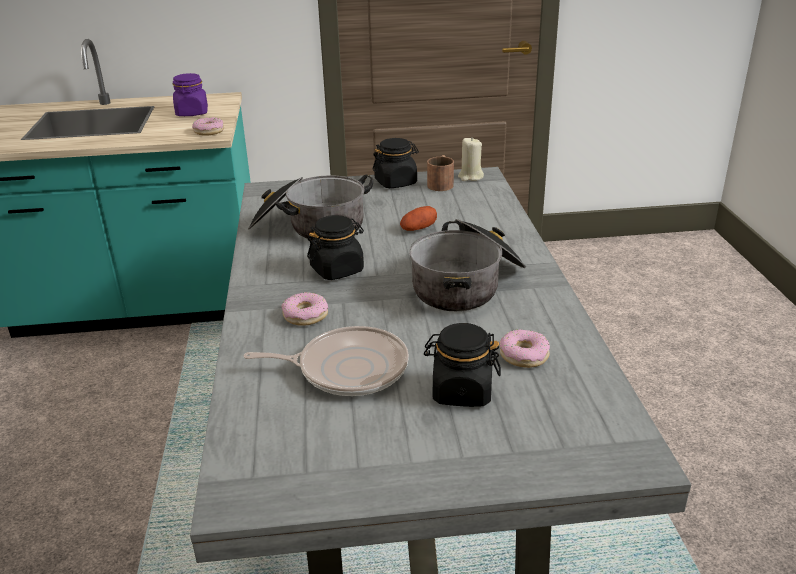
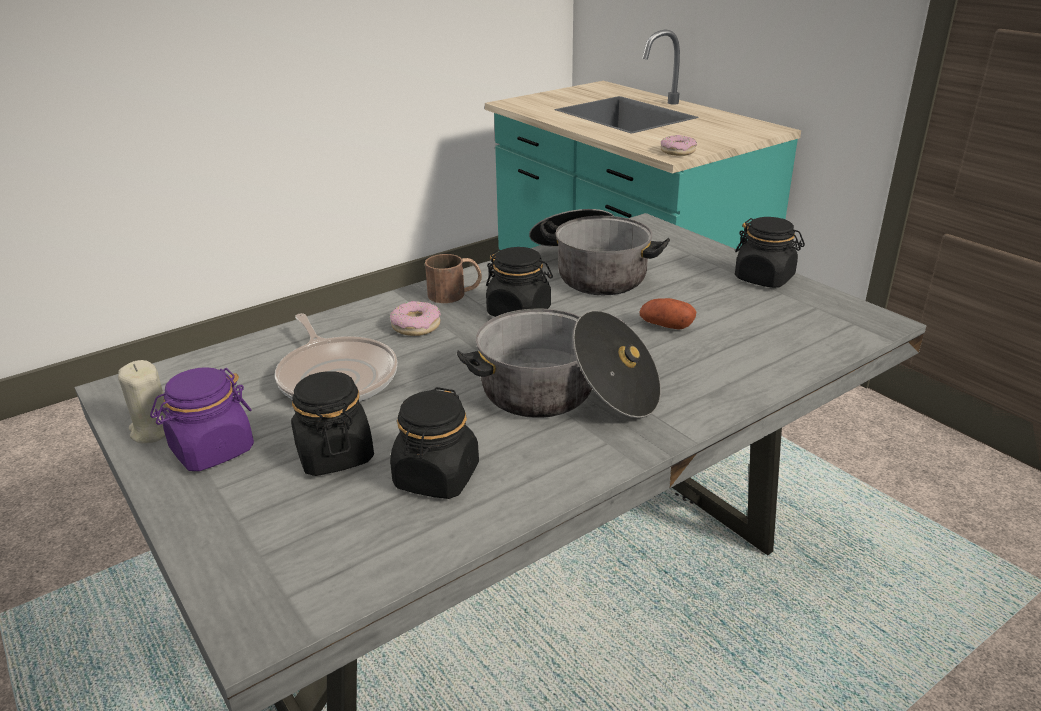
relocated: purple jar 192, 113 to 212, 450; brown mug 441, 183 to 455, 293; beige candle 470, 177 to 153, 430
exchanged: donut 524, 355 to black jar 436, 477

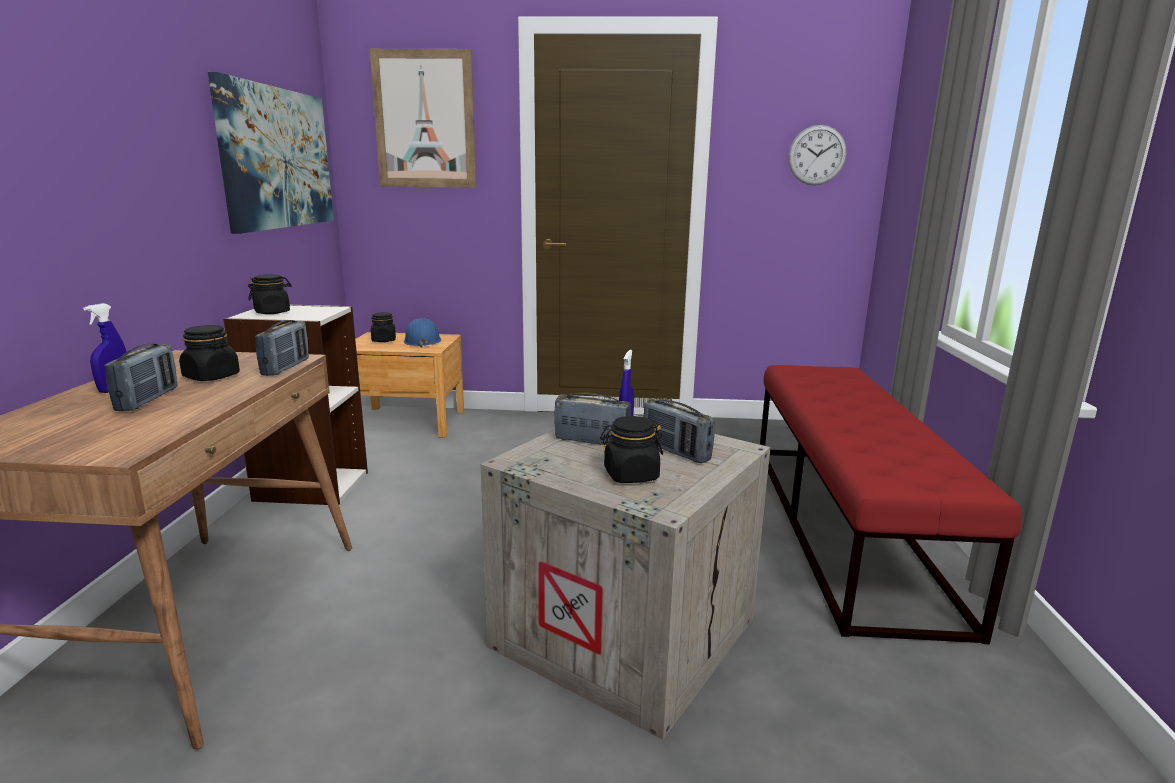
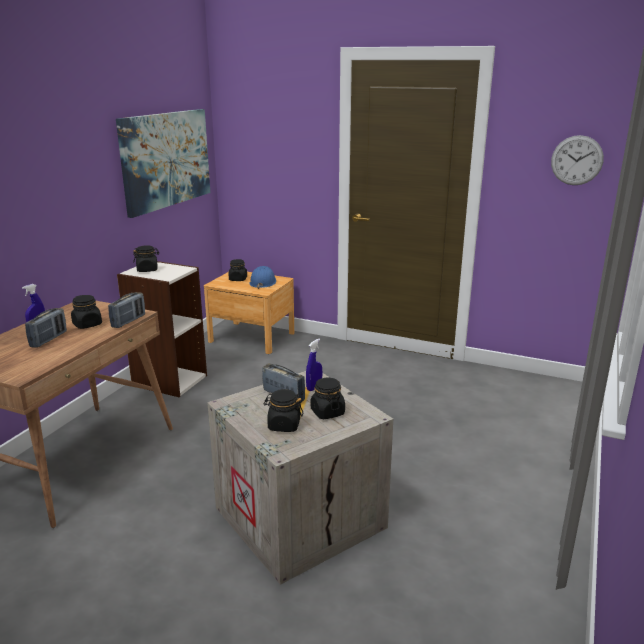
missing: picture 424, 120; red bench 845, 525
exchanged: radio 675, 452 to black jar 327, 412

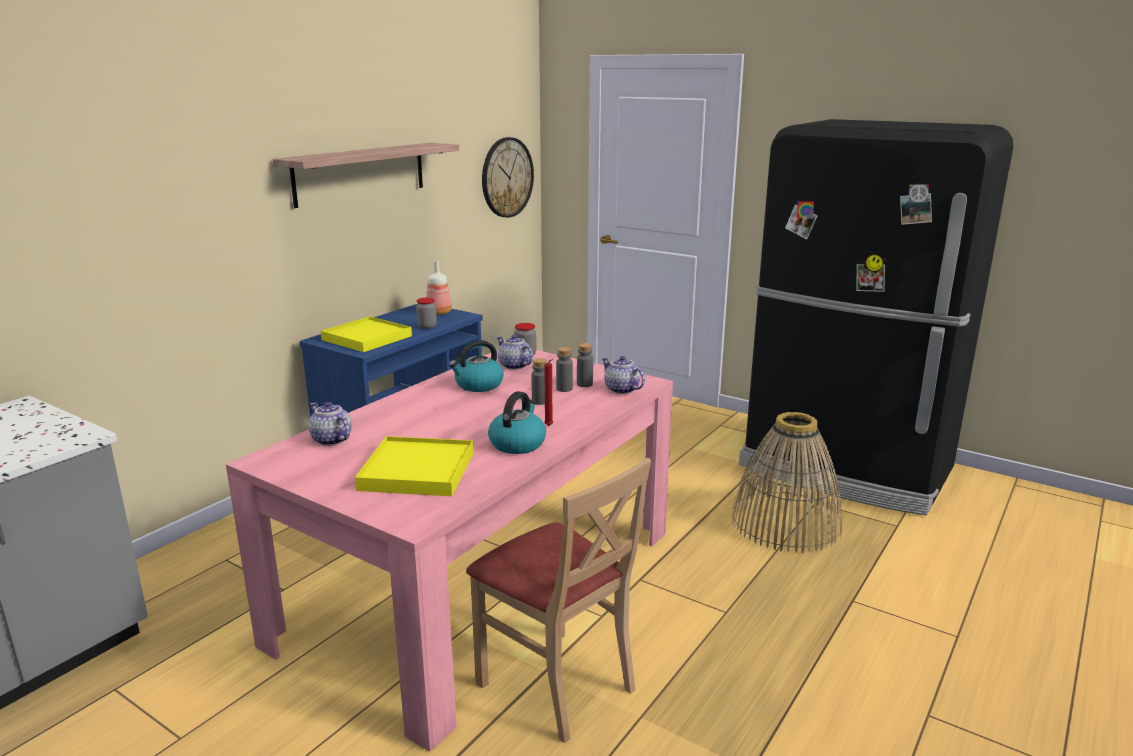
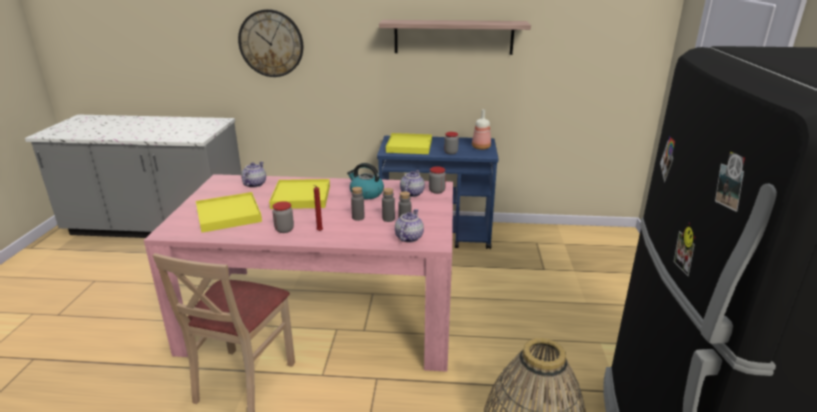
appeared: yellow tray 301, 197
relocated: wall clock 507, 177 to 271, 43
exchanged: kettle 517, 443 to jar 284, 229

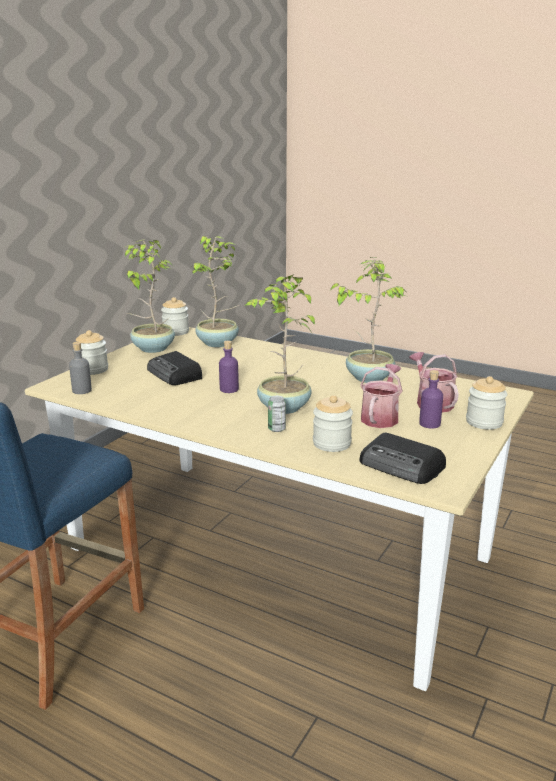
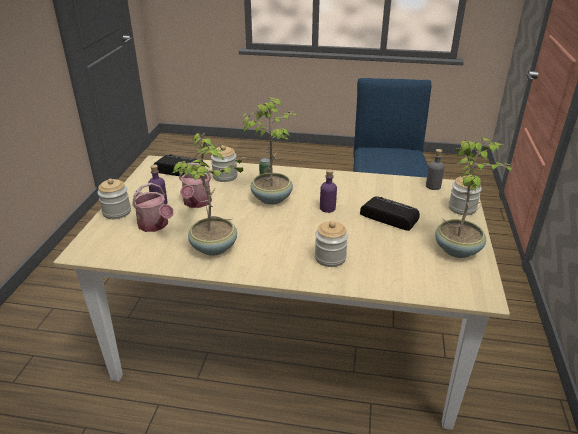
missing: potted plant 218, 343
relocated: jar 176, 332 to 330, 258

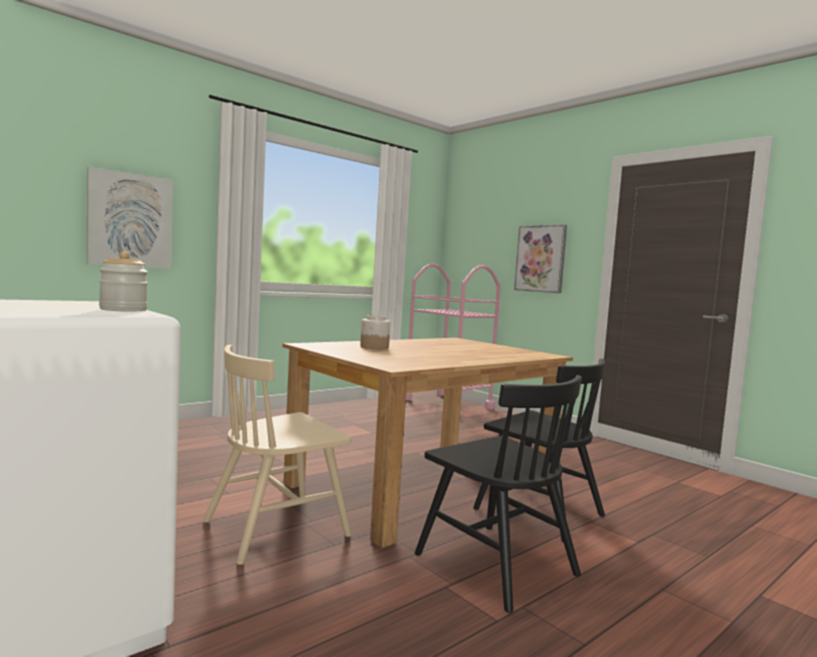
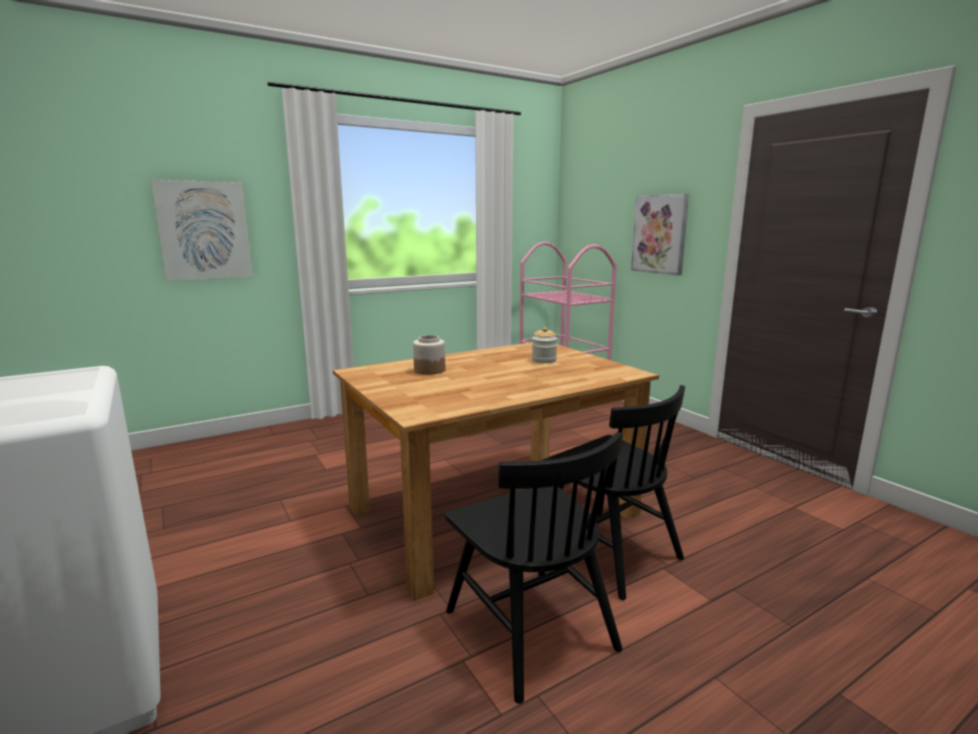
missing: beige chair 276, 528
relocated: jar 123, 310 to 544, 360

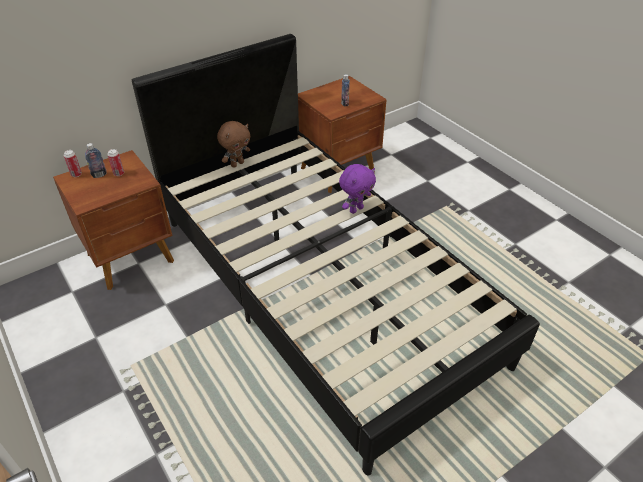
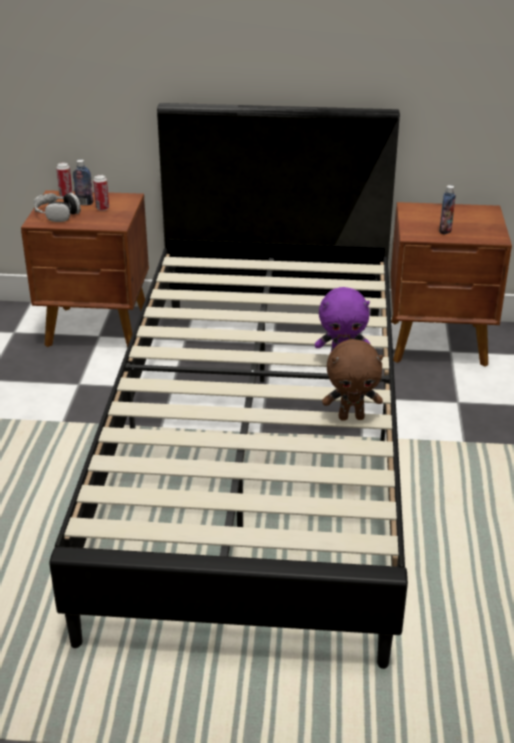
appeared: headphones 57, 214
relocated: brown plush toy 237, 164 to 351, 417

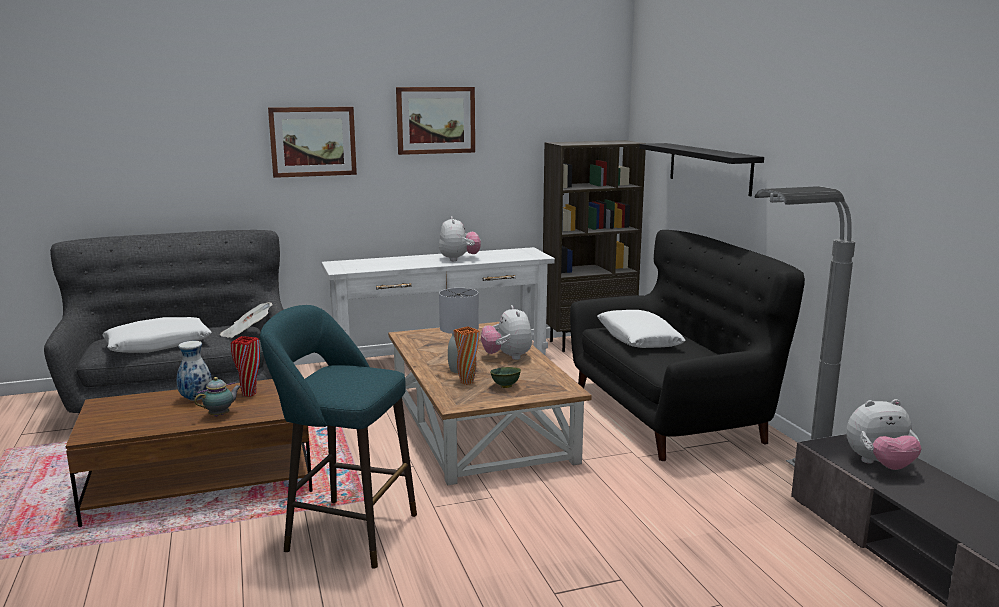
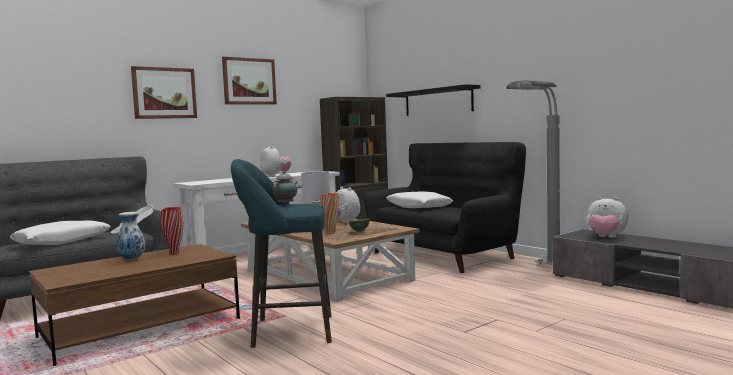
relocated: teapot 221, 415 to 286, 204
spun: plush toy 879, 465 = 606, 237 60 degrees clockwise

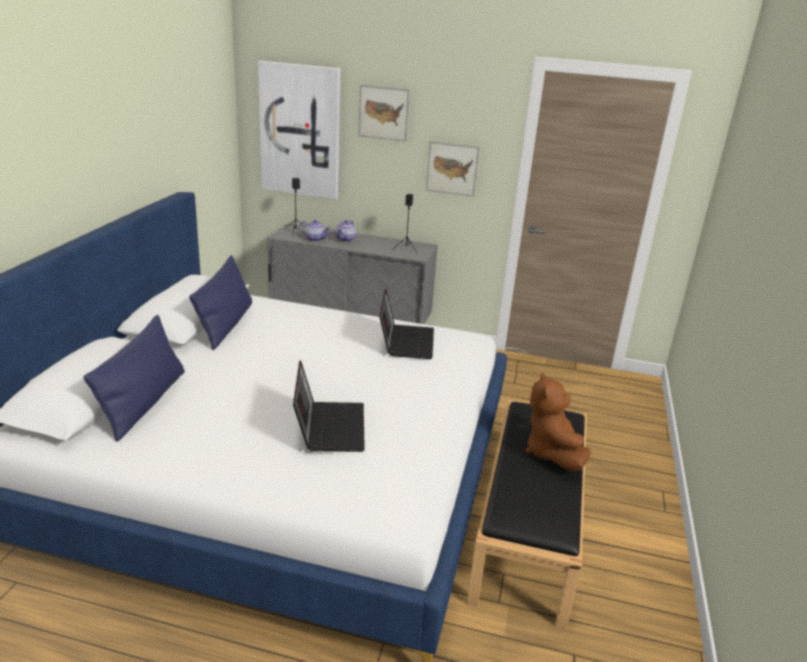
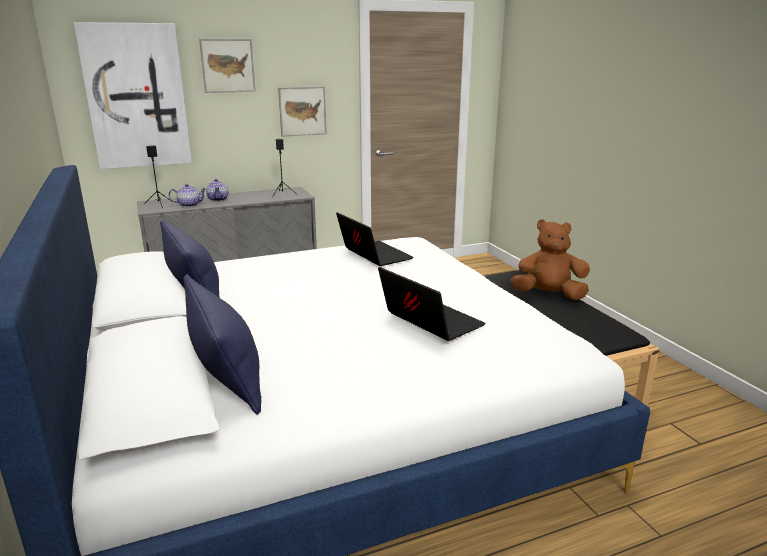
spun: brown plush toy 551, 453 = 548, 295 135 degrees clockwise

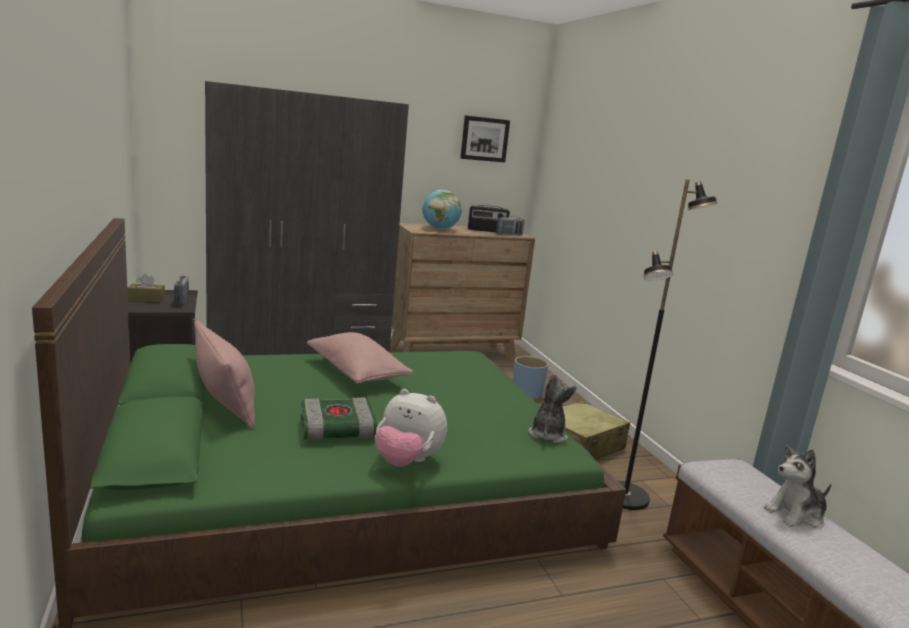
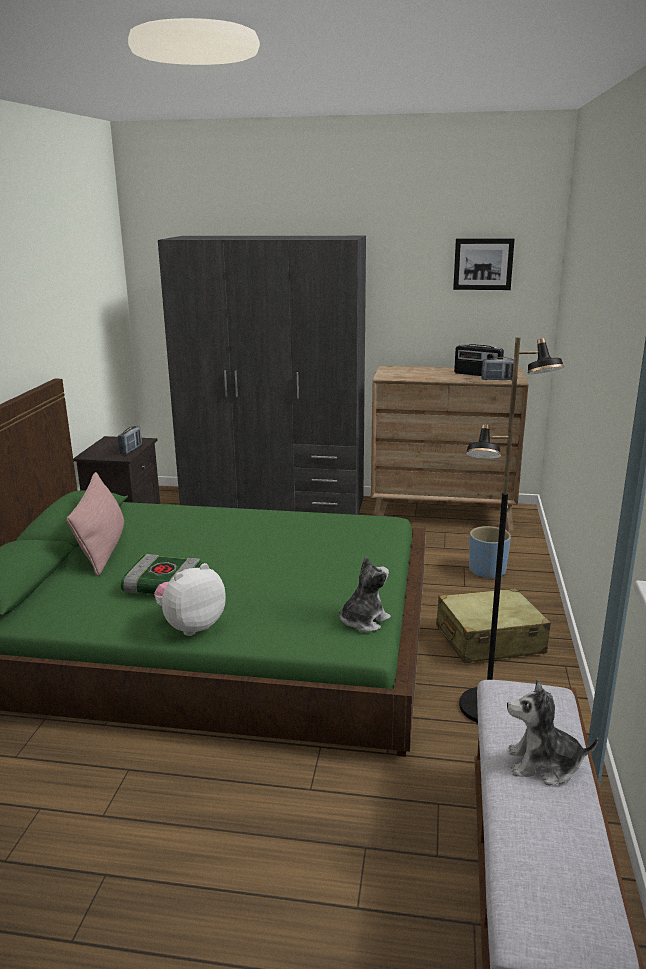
missing: brown tissue box 146, 299; pink pillow 356, 373; globe 440, 229
spun: plush toy 407, 461 = 191, 626 90 degrees clockwise

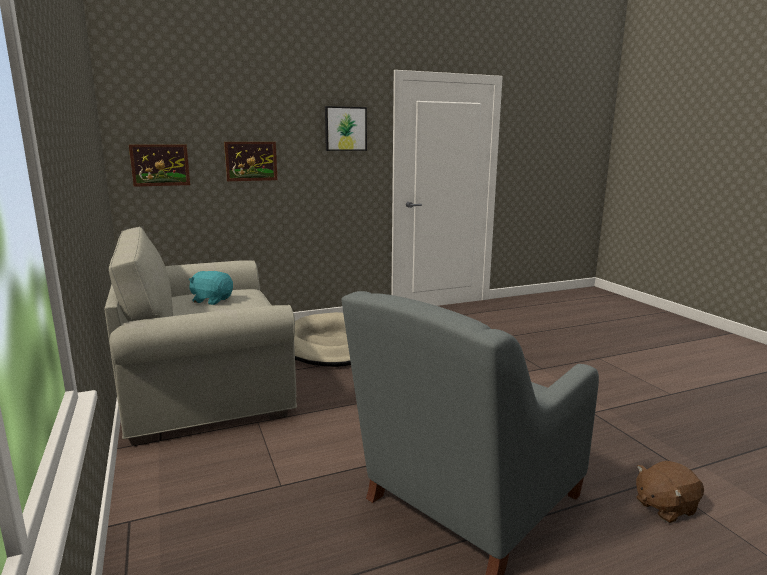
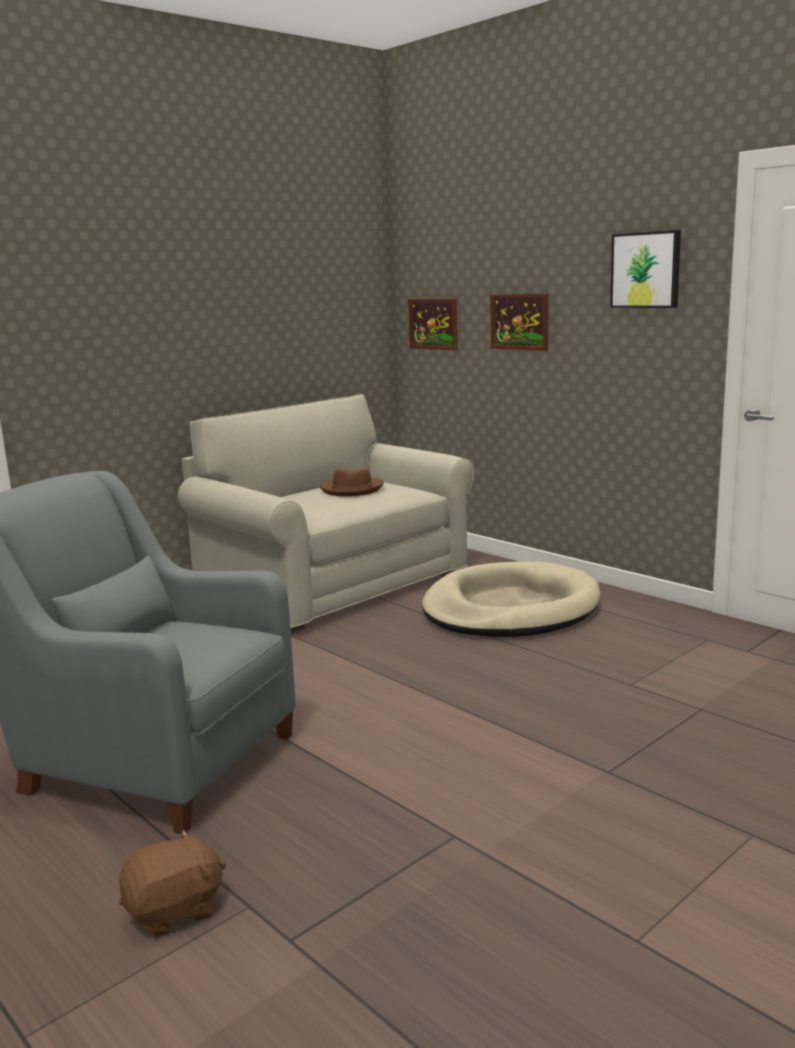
exchanged: turquoise plush toy 212, 300 to brown hat 351, 489
spun: brown plush toy 664, 507 = 174, 911 105 degrees clockwise

